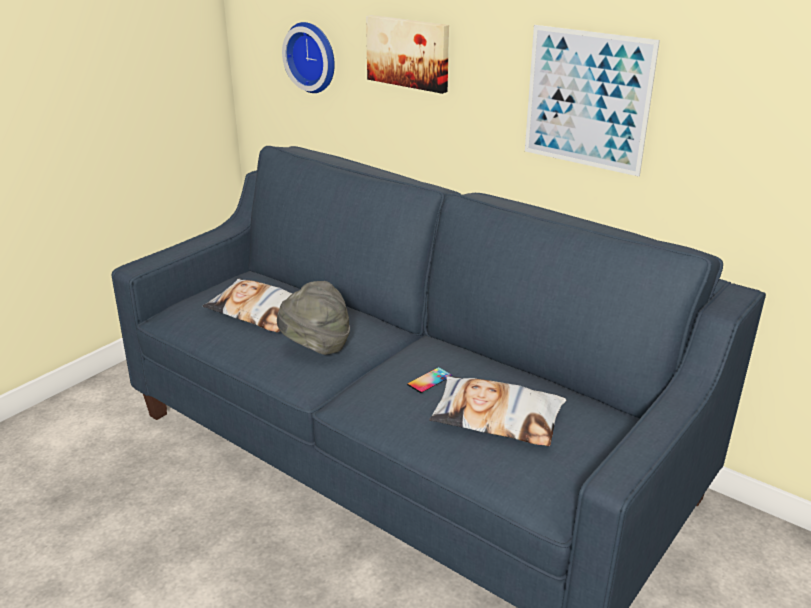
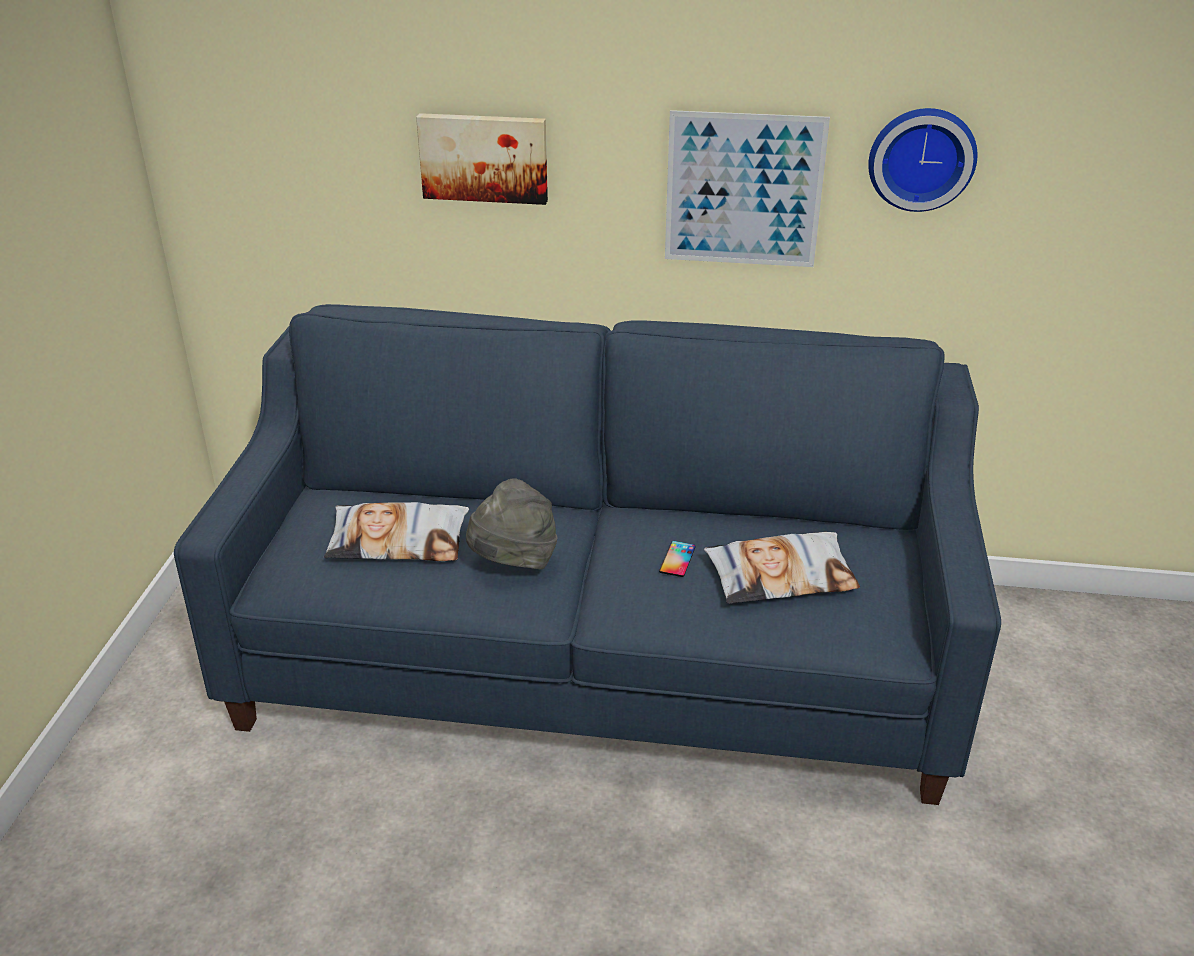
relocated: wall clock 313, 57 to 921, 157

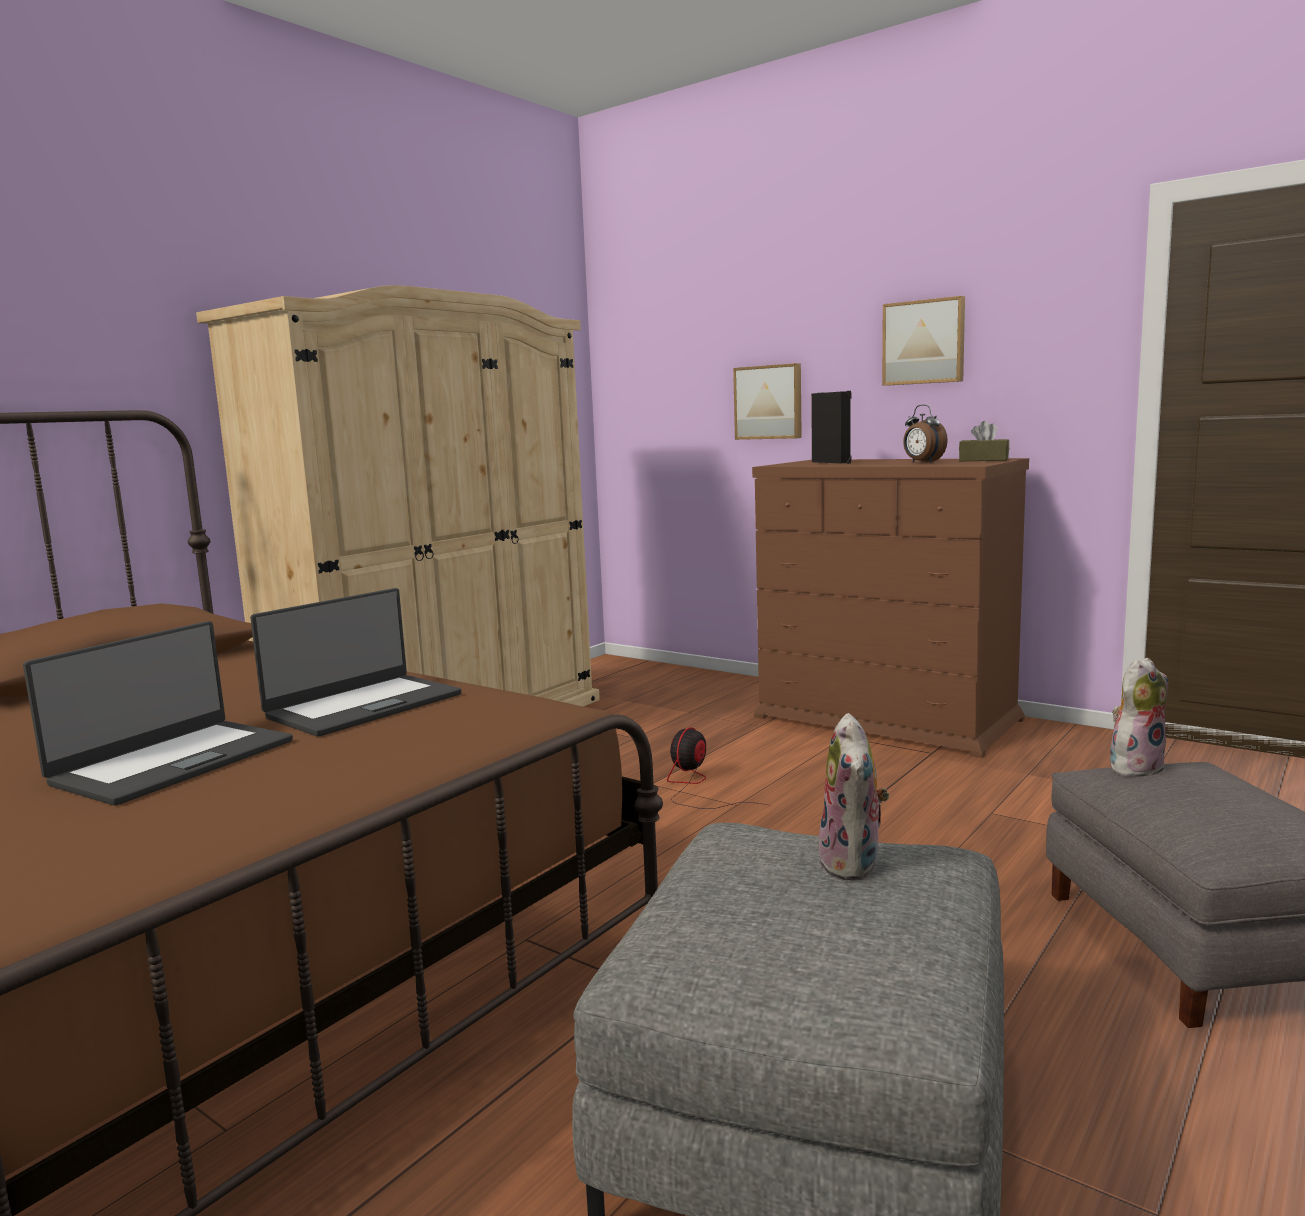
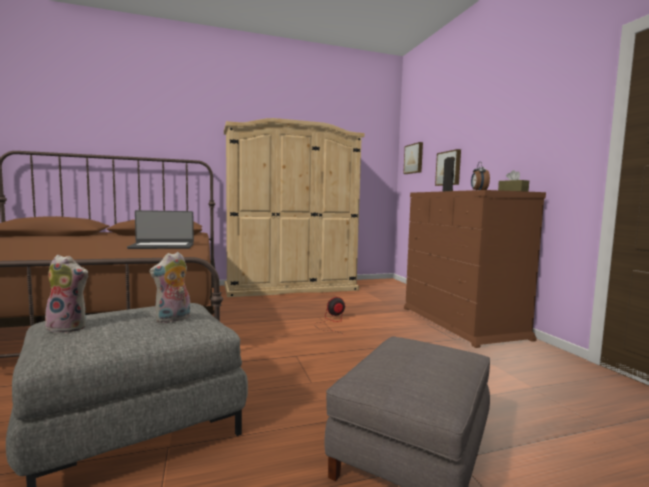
missing: laptop 172, 761
relocated: picture 924, 342 to 414, 158; plush toy 1135, 767 to 70, 327

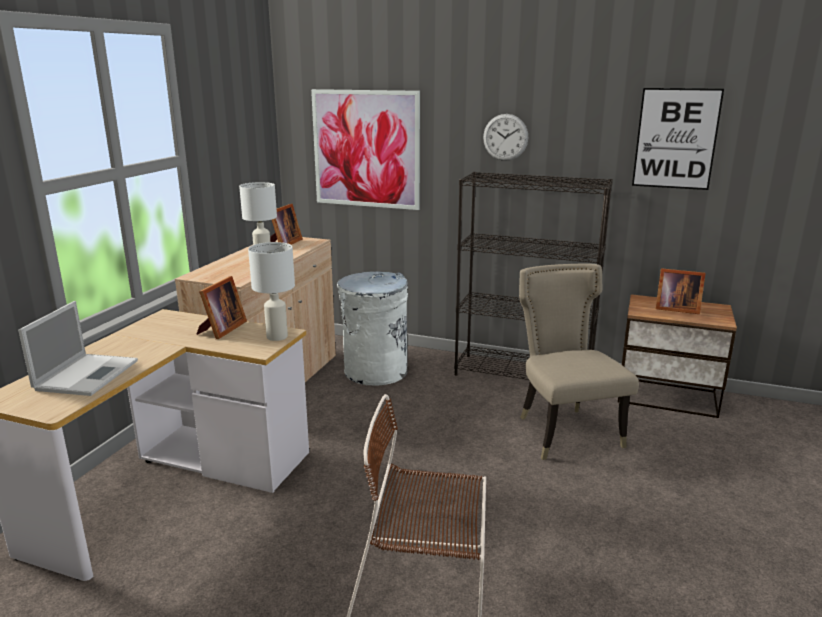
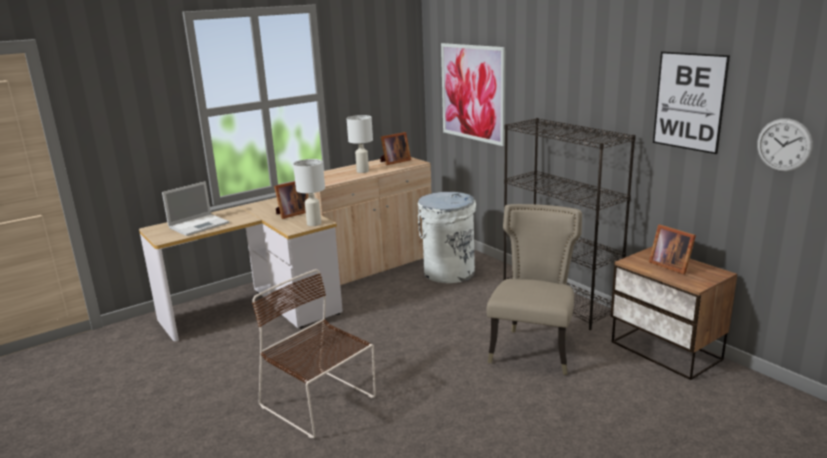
relocated: wall clock 505, 137 to 784, 145

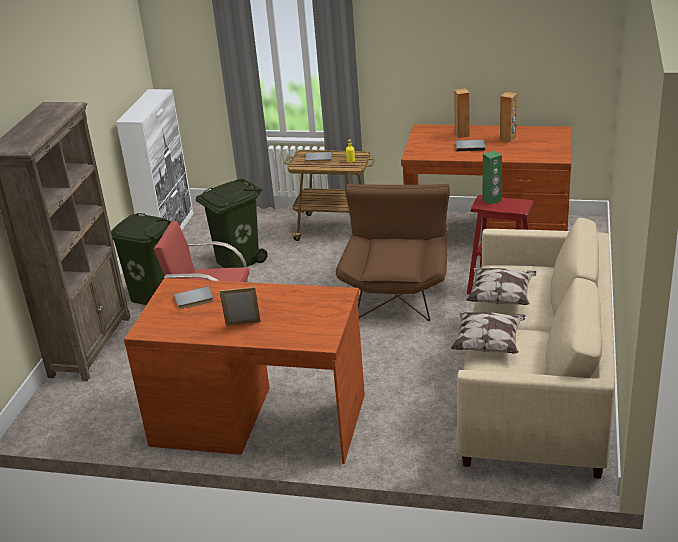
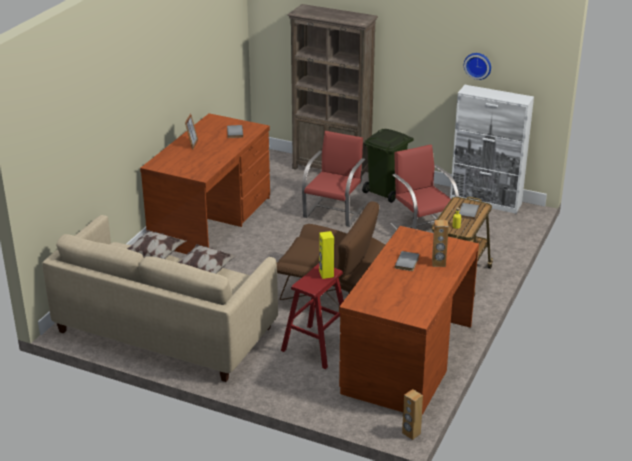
appeared: wall clock 478, 65
relocated: brown speaker 508, 139 to 411, 433
exchanged: green trash can 237, 260 to red chair 422, 227
colour: green speaker 492, 200 to yellow speaker 326, 274

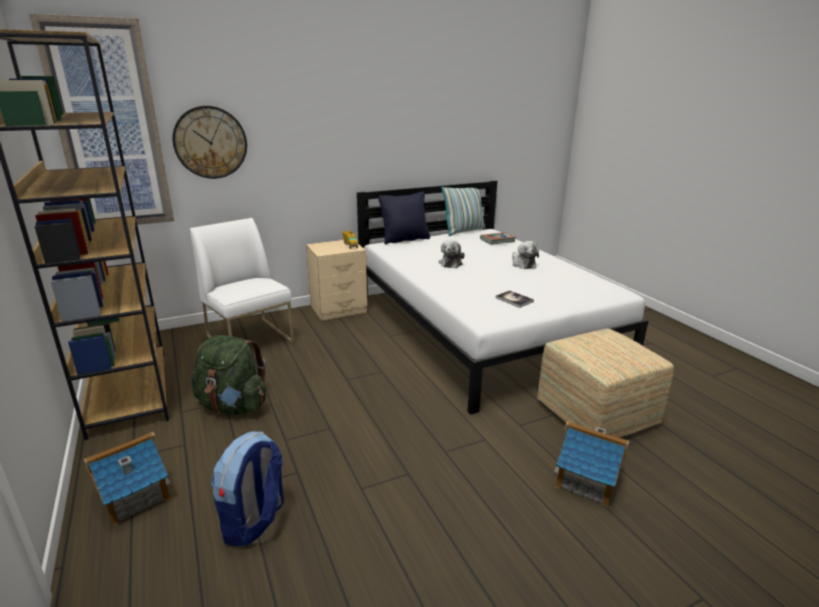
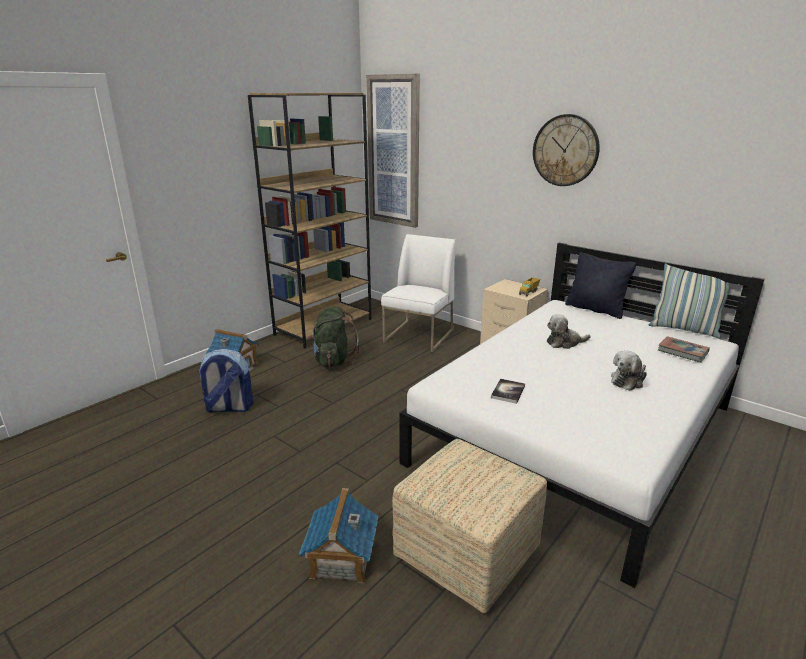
relocated: wall clock 210, 142 to 565, 150

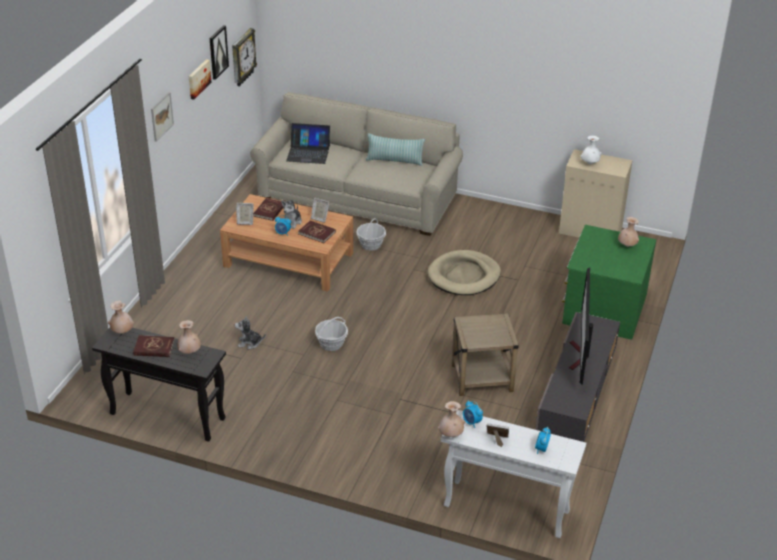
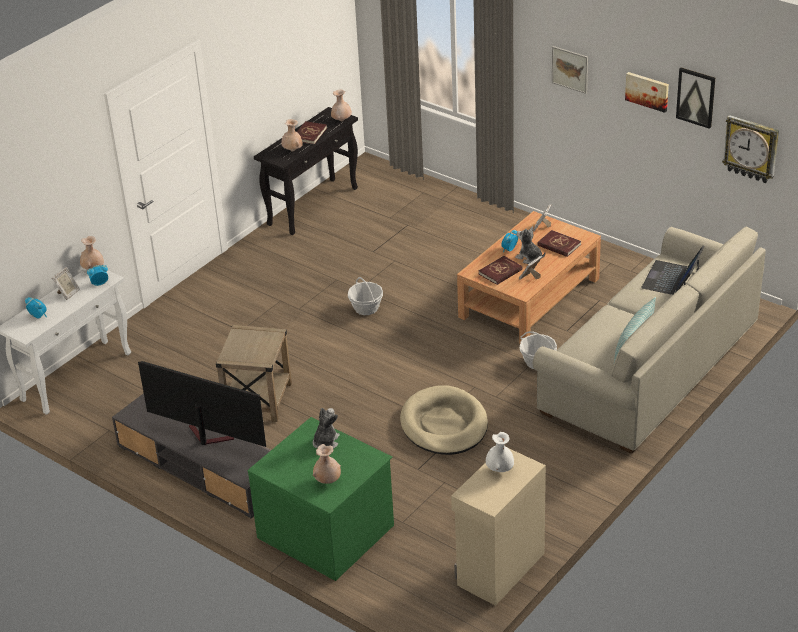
relocated: plush toy 249, 343 to 325, 442

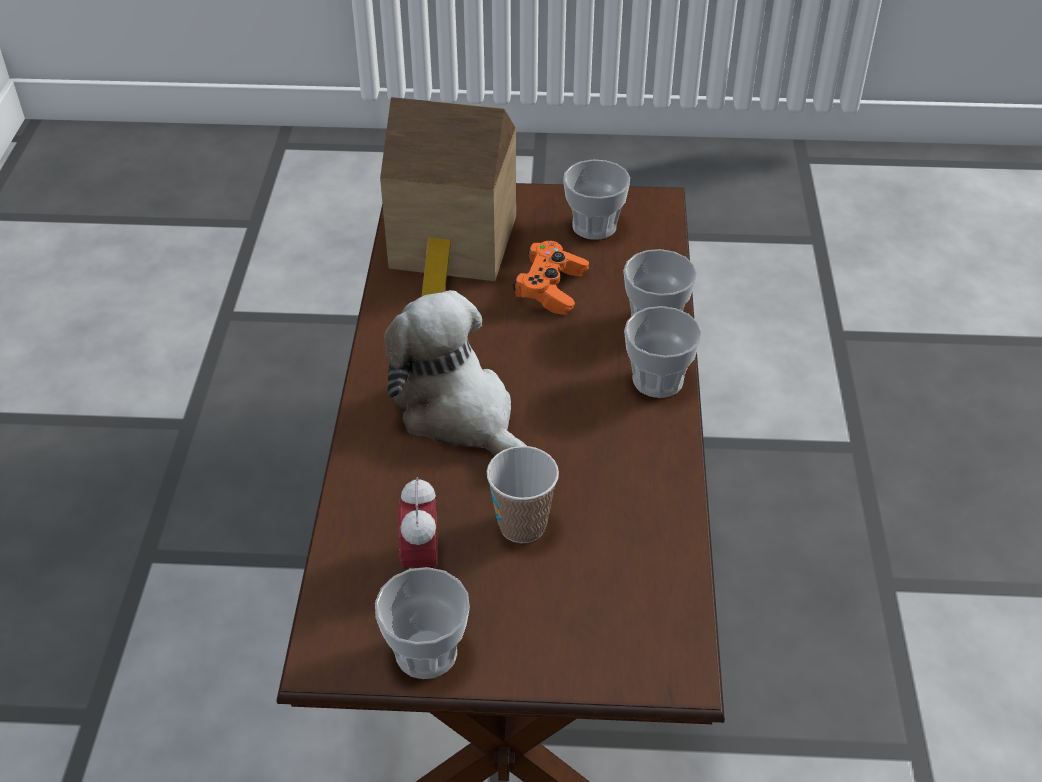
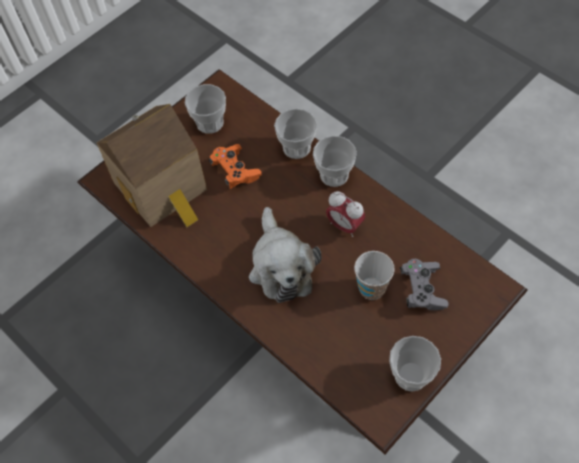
appeared: grey game controller 422, 290
relocated: alarm clock 421, 560 to 344, 226
spun: plush toy 459, 413 = 281, 266 105 degrees counterclockwise

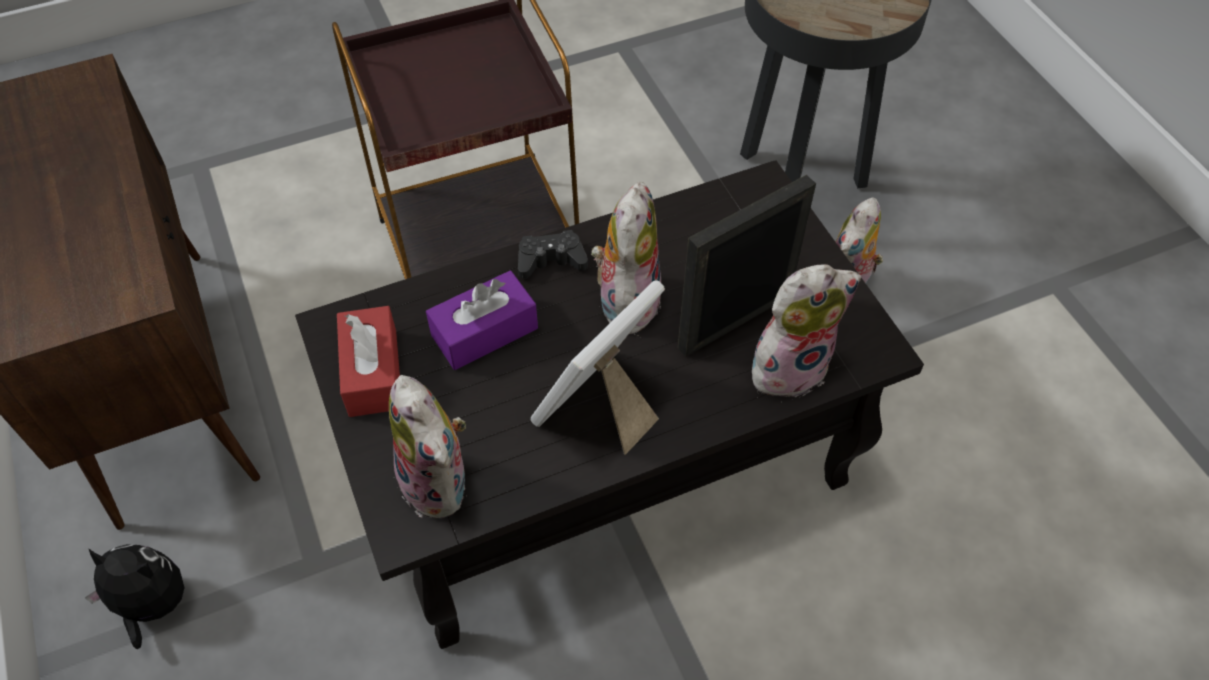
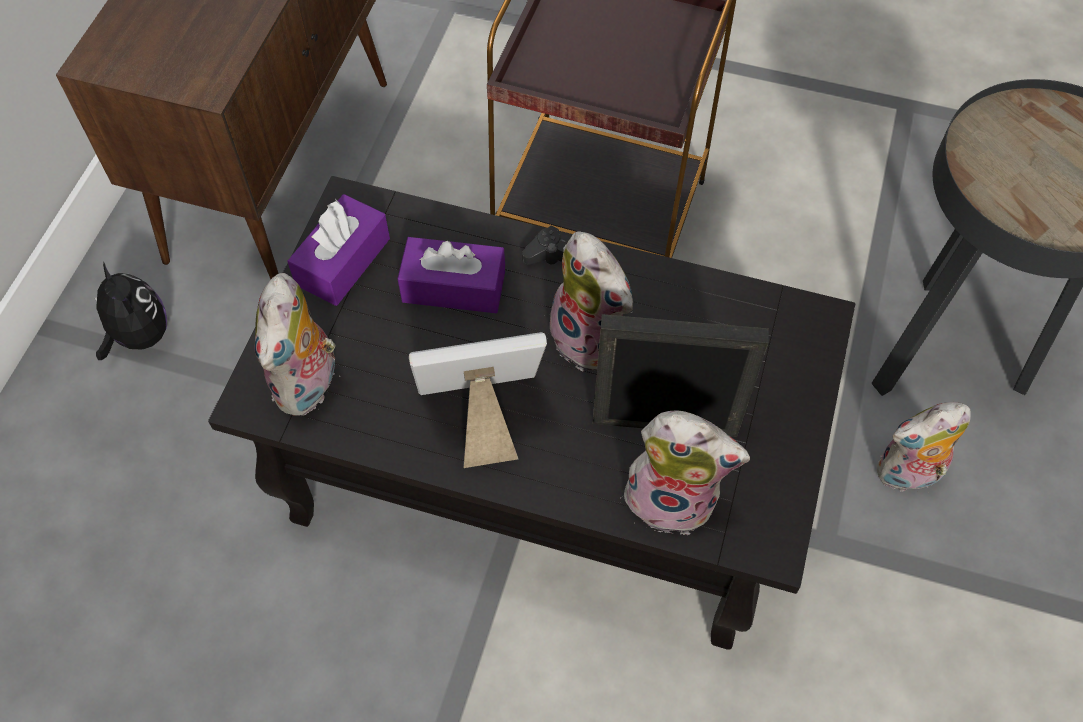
colour: red tissue box 373, 372 to purple tissue box 343, 261
spun: plush toy 626, 299 = 591, 339 90 degrees clockwise

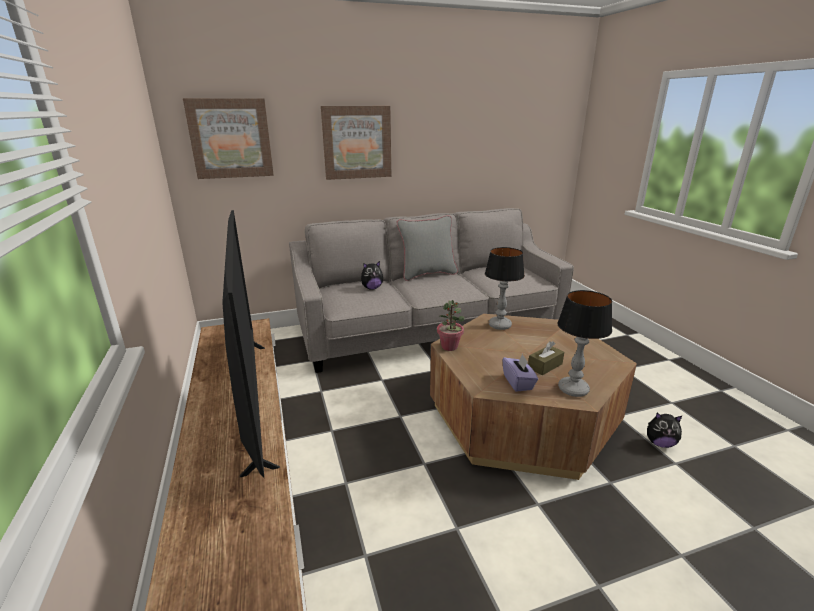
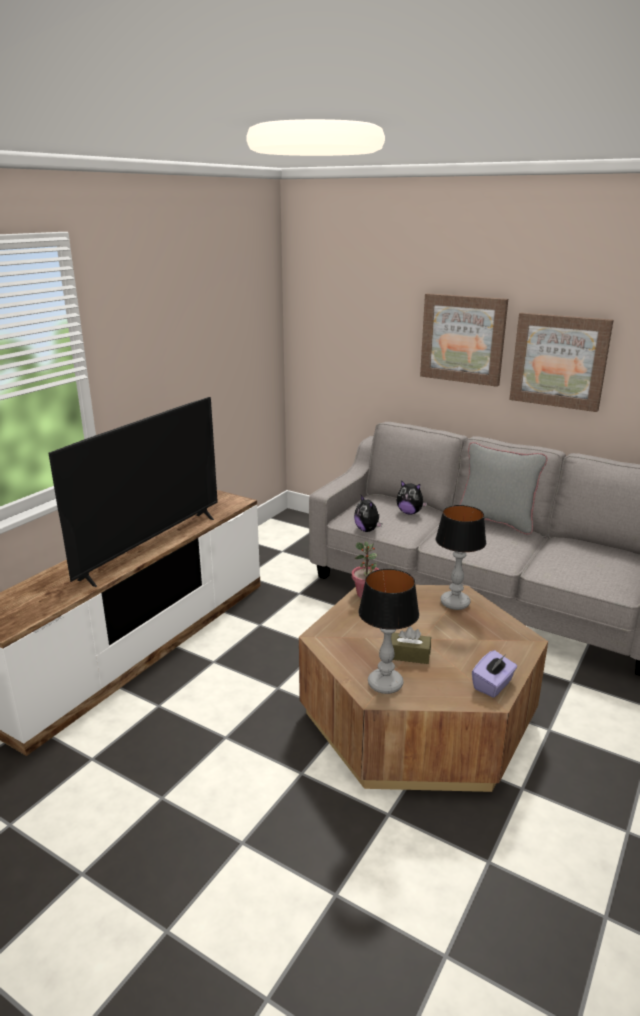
relocated: picture 230, 138 to 559, 361; purple tissue box 518, 382 to 493, 685; plush toy 659, 443 to 367, 530

